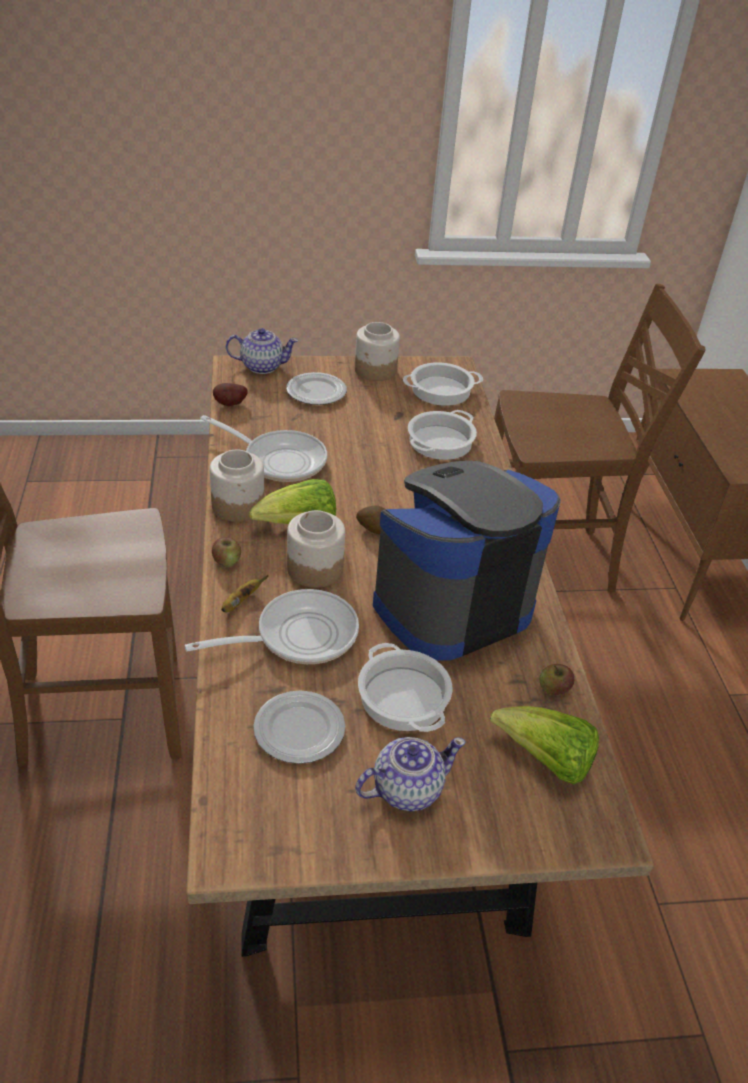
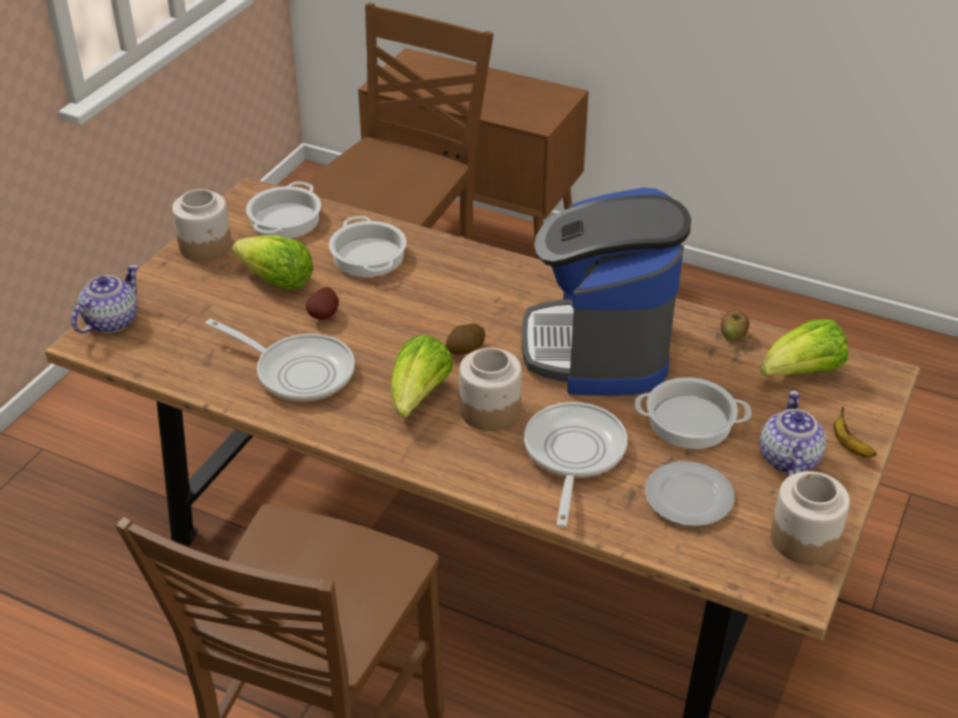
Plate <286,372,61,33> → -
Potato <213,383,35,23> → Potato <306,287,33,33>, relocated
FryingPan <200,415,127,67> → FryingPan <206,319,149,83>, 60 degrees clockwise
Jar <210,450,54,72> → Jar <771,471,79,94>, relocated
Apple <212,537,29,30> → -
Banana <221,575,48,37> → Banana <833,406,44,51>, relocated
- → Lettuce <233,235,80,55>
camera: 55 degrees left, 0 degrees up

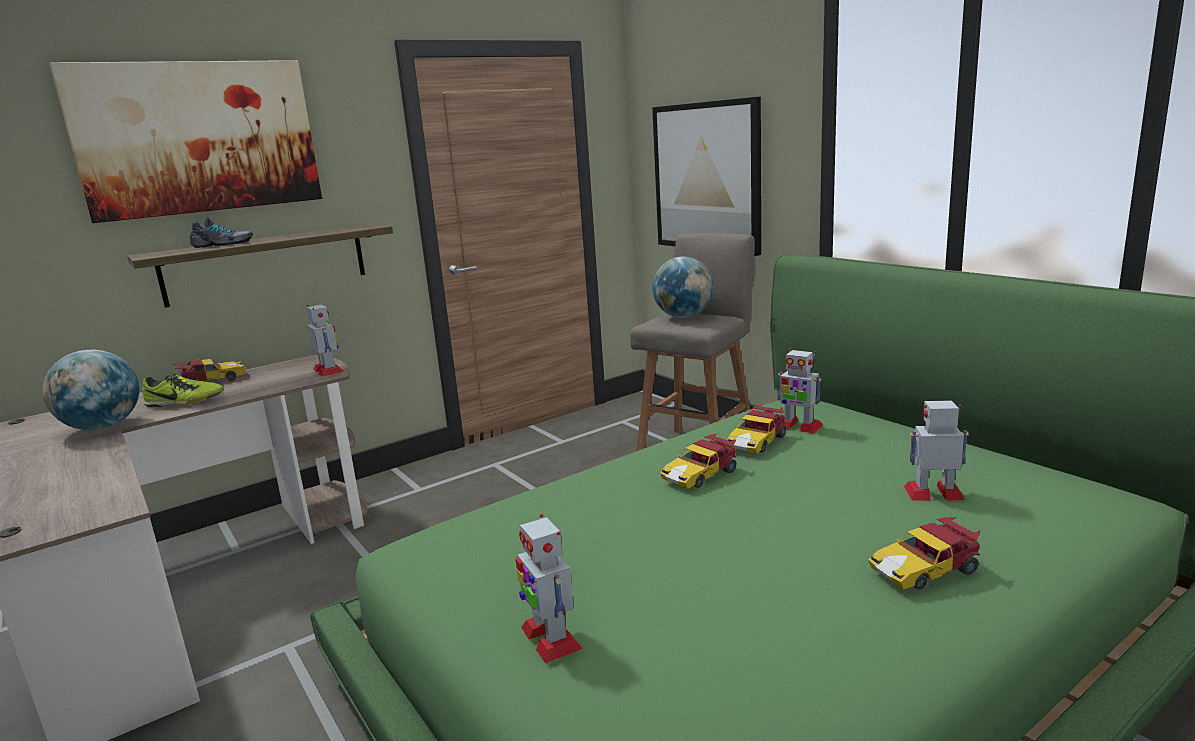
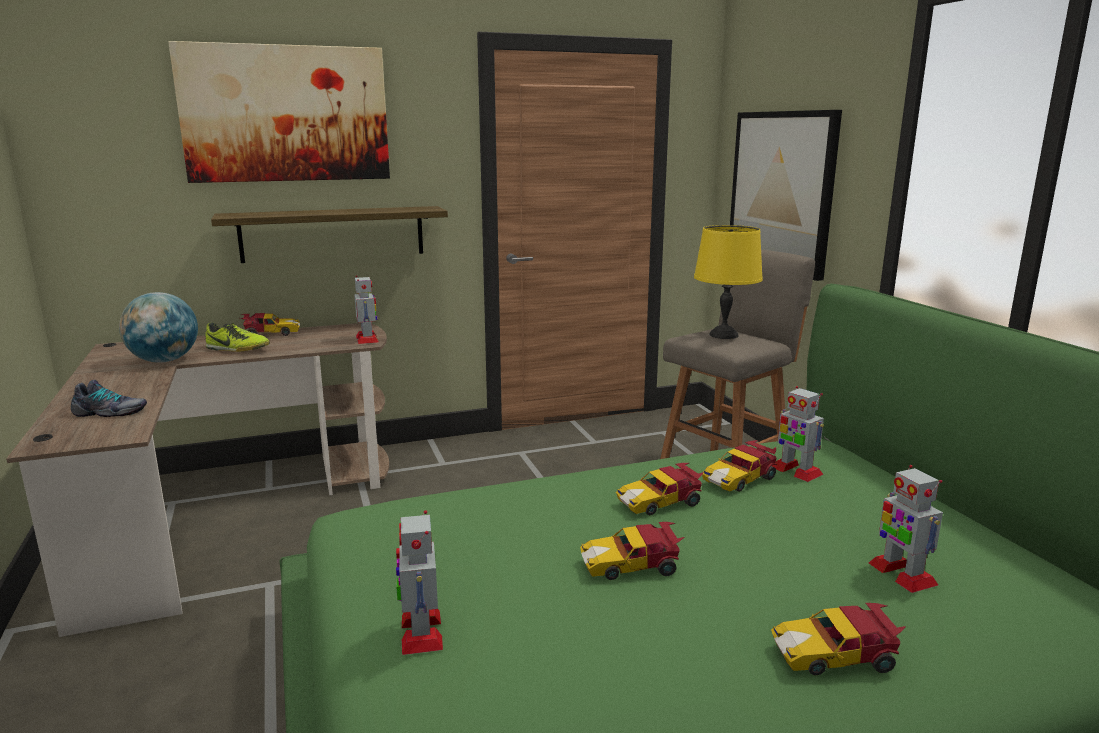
Shoe <190,217,63,31> → Shoe <71,380,76,37>, relocated
Globe <652,257,62,61> → YellowTableLamp <694,225,69,114>
ToyRobot <904,400,65,101> → ToyRobot <869,465,74,128>, 135 degrees counterclockwise
- → ToyCar <580,522,105,58>
camera: 15 degrees right, 0 degrees up

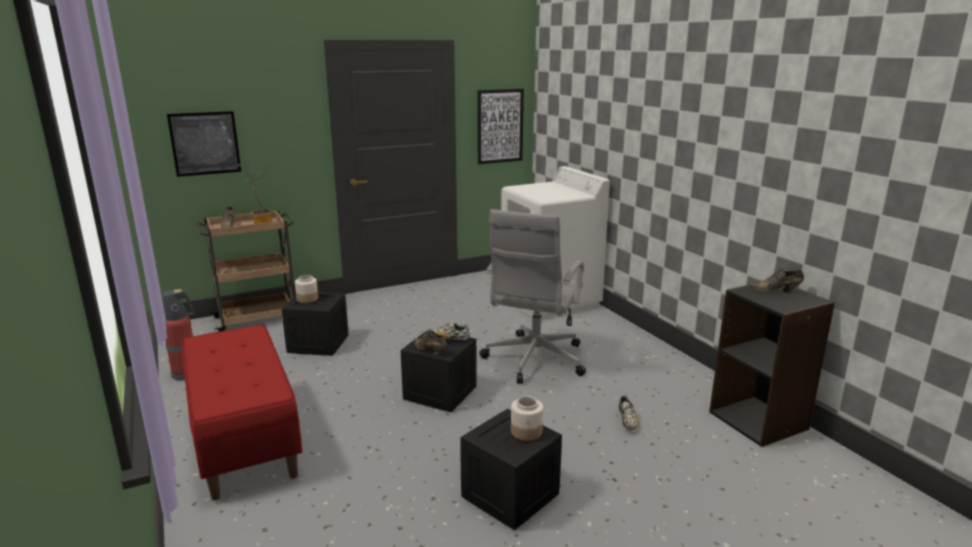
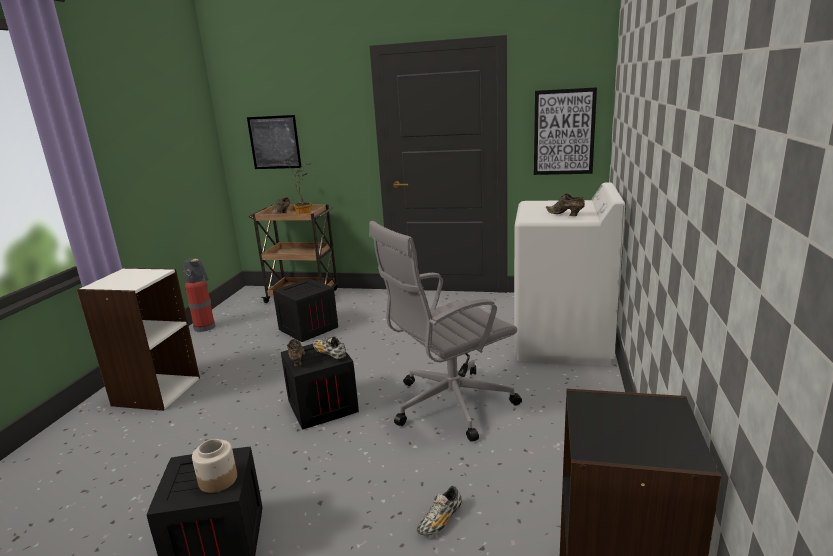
BrownShoe <750,268,54,25> → BrownShoe <546,193,39,23>, relocated
Jar <295,275,23,28> → -
RedBench <182,324,120,176> → WhiteBookcase <77,268,123,143>
camera: 40 degrees right, 0 degrees up

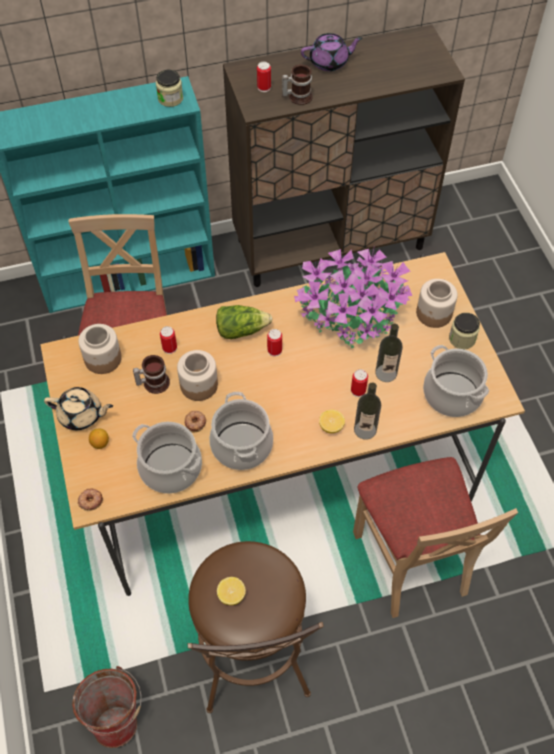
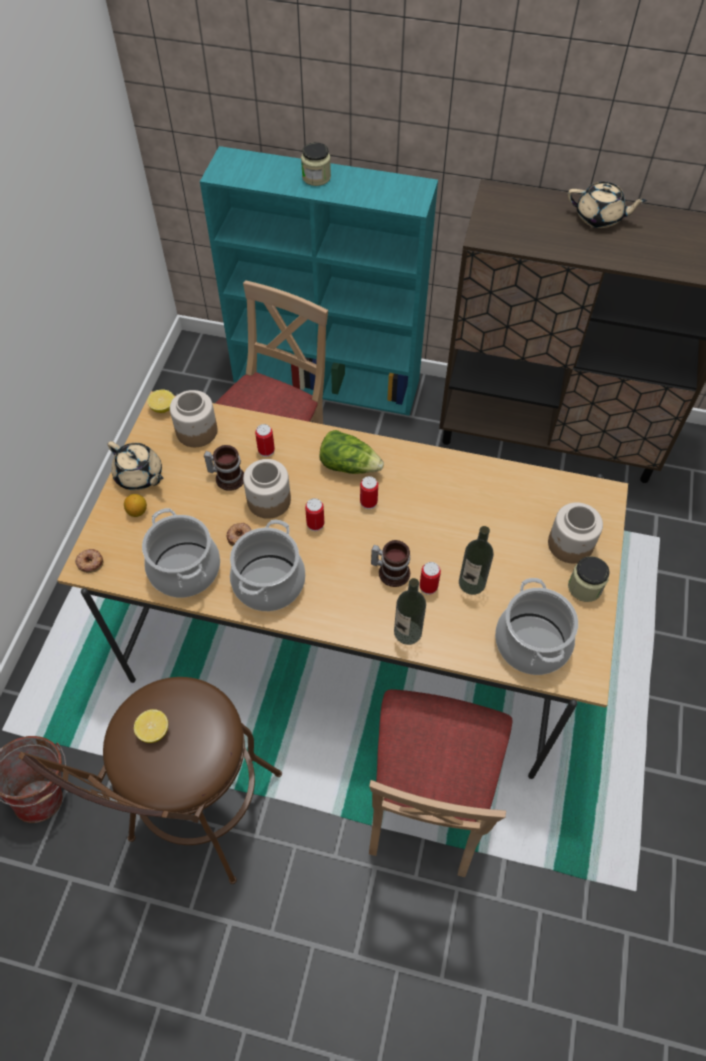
PurpleTeapot <301,33,61,38> → BeigeTeapot <568,182,79,46>
Can <257,62,14,30> → Can <305,498,19,33>, relocated
Mug <282,64,31,41> → Mug <371,540,39,47>, relocated
Jar <156,70,27,37> → Jar <301,142,30,44>, relocated
PottedPlant <294,245,118,103> → -
Lemon <319,410,26,23> → Lemon <147,390,27,23>, relocated
camera: 30 degrees right, 0 degrees up

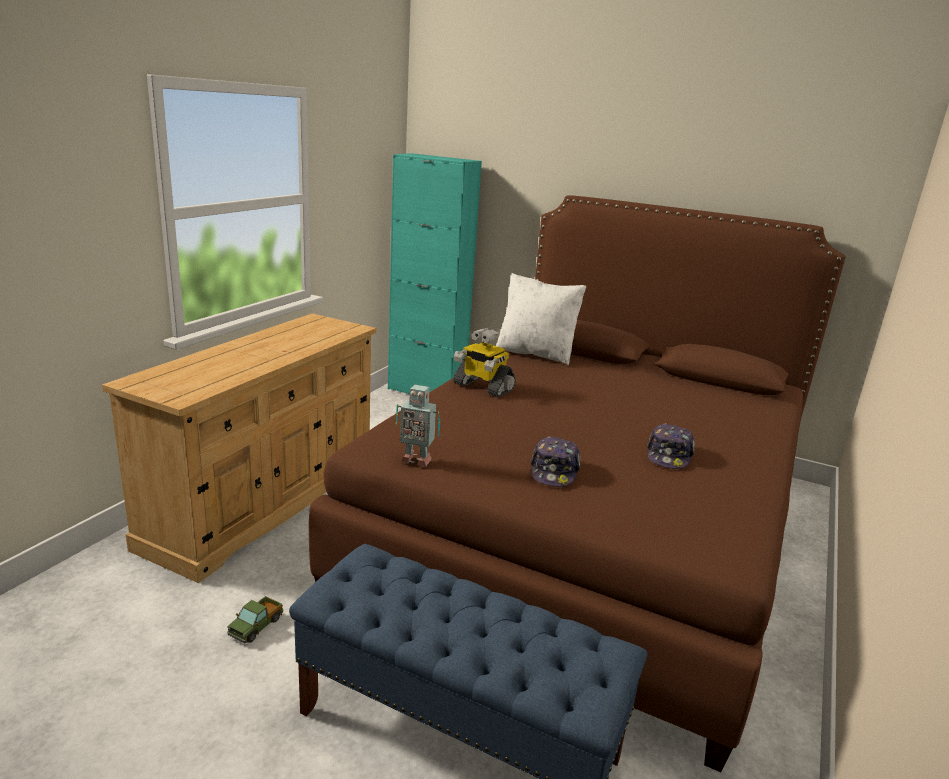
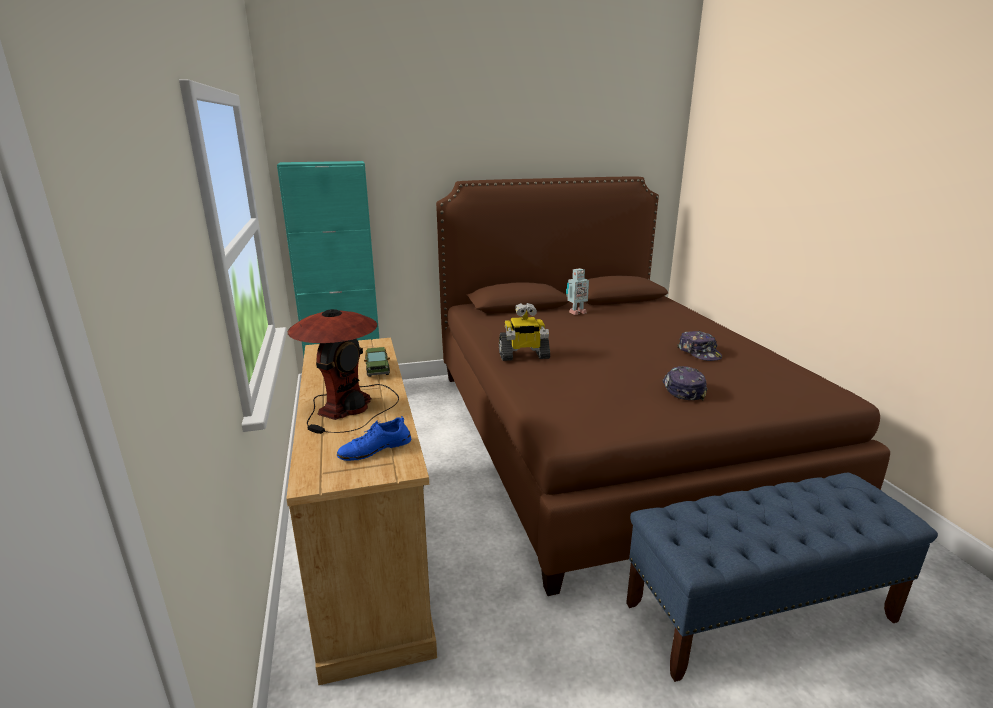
WhitePillow <496,273,90,93> → -
ToyRobot <396,385,44,82> → ToyRobot <566,268,23,47>, relocated
Cap <530,436,51,51> → Cap <663,366,44,34>, 150 degrees counterclockwise
ToyTruck <227,596,56,47> → ToyTruck <364,347,26,30>, relocated
- → TableLamp <288,309,111,125>
- → BlueShoe <337,416,74,45>
camera: 40 degrees left, 0 degrees up

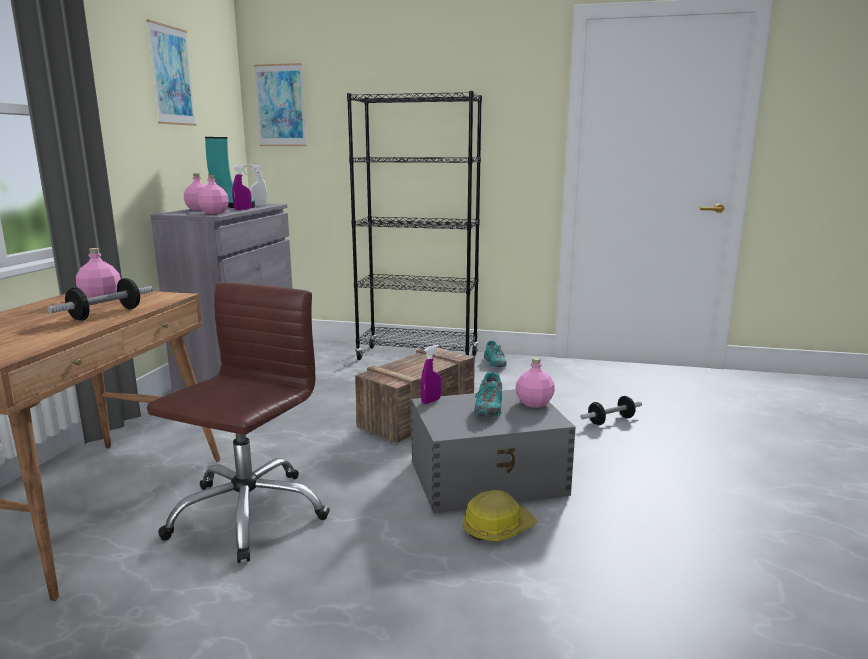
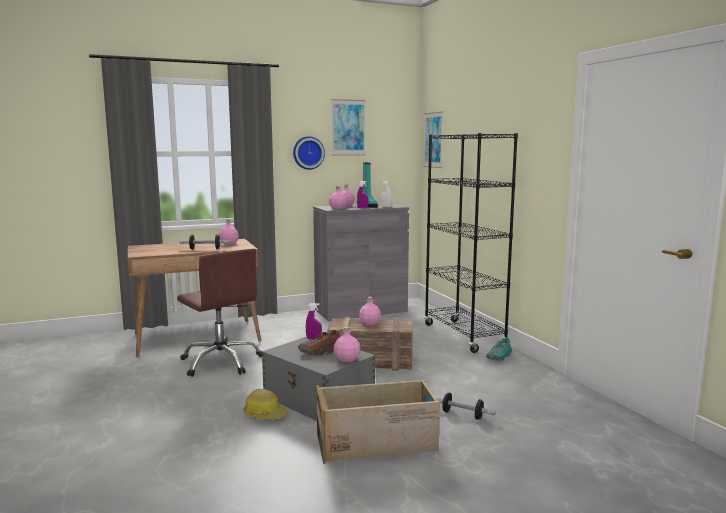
BrownOfficeChair <147,282,183,281> → BrownOfficeChair <177,249,85,128>, 60 degrees clockwise
TurquoiseShoe <474,372,28,45> → BrownShoe <298,330,42,26>
- → WallClock <293,136,32,34>
- → PinkBottle <359,297,22,29>
- → Crate <316,380,124,84>
camera: 55 degrees right, 5 degrees down

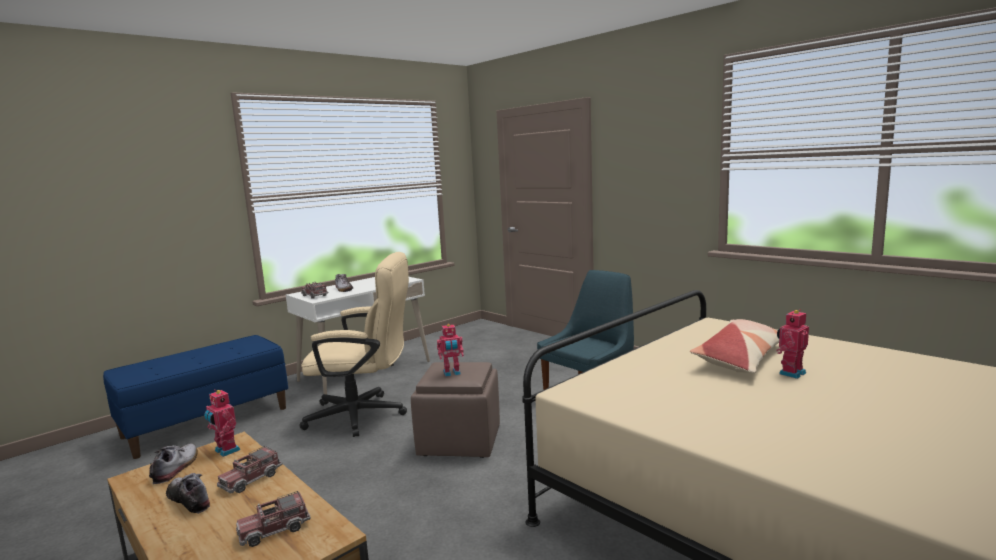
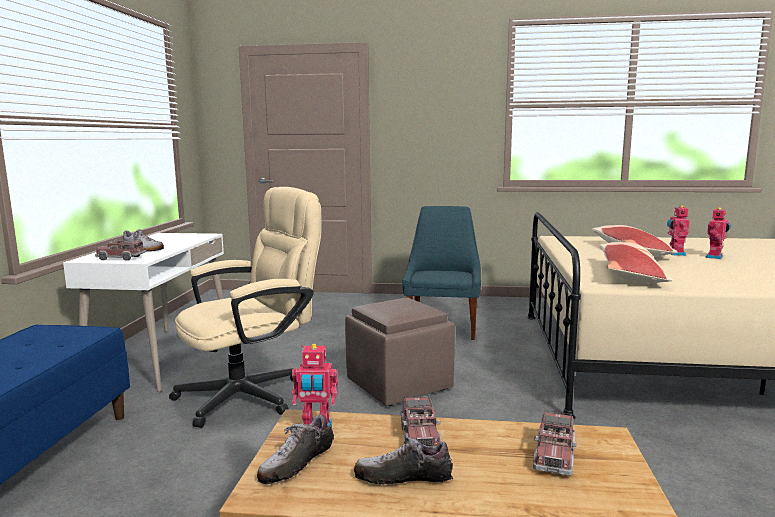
ToyRobot <437,324,27,53> → ToyRobot <705,207,26,52>, relocated
Shoe <149,443,49,41> → Shoe <257,415,77,69>, 105 degrees counterclockwise
- → Pillow <600,242,73,42>
camera: 40 degrees left, 0 degrees up

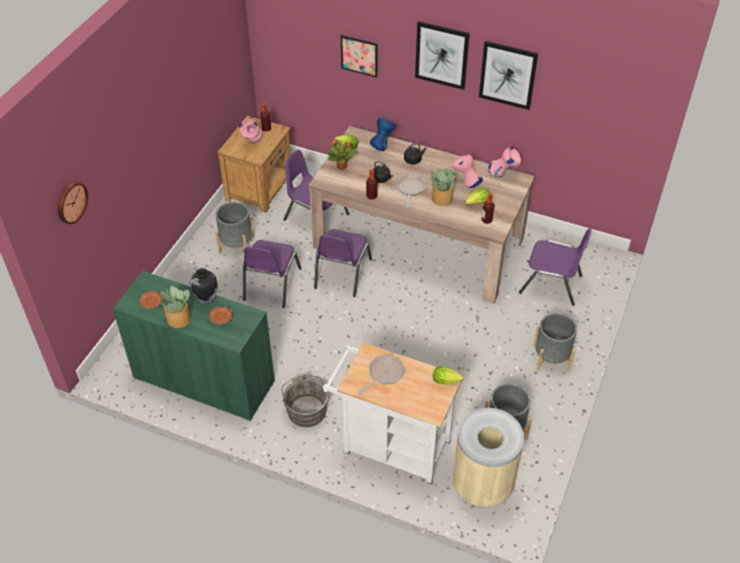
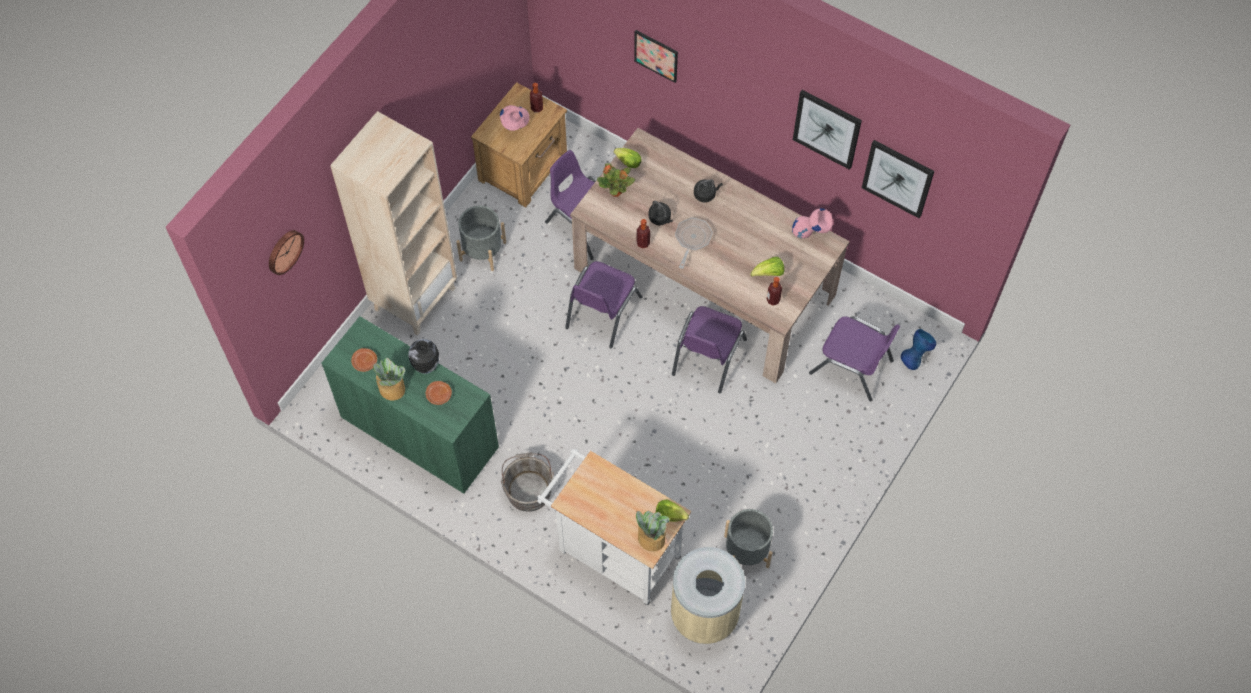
Picture <415,21,55,69> → Picture <862,140,72,78>, relocated
BlueVase <370,117,26,34> → BlueVase <901,329,35,41>, relocated
PinkVase <452,154,31,34> → -
PottedPlant <430,168,26,38> → PottedPlant <636,510,33,42>, relocated
PurpleChair <243,240,59,68> → PurpleChair <672,306,75,88>, relocated
GreyPlanter <533,313,44,59> → -
FryingPan <357,355,48,40> → -
- → BeigeBookcase <330,111,127,225>
camera: 10 degrees right, 15 degrees up

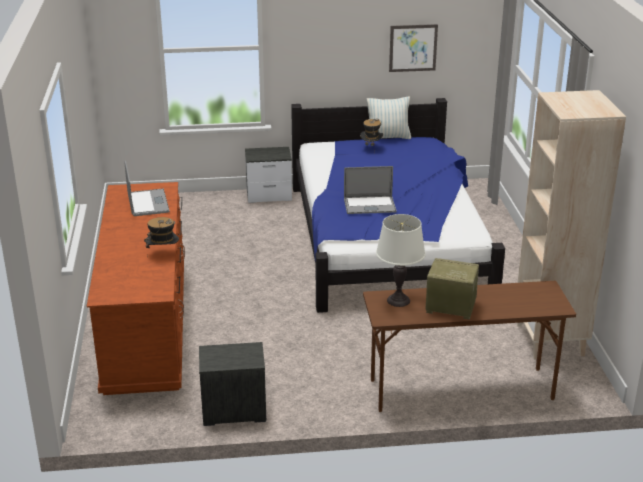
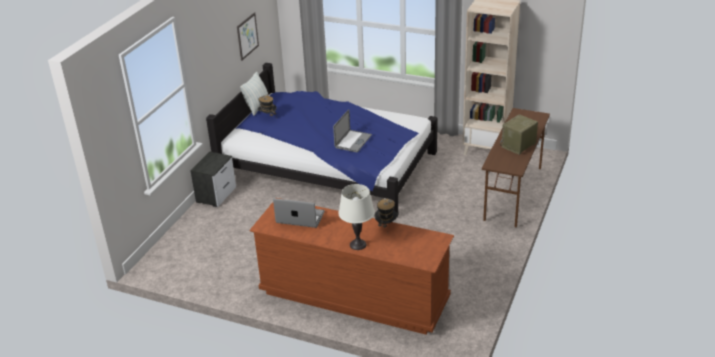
WhiteTableLamp <376,214,50,93> → WhiteTableLamp <338,184,37,66>, relocated
Nightstand <199,342,67,84> → -
camera: 60 degrees left, 5 degrees up

